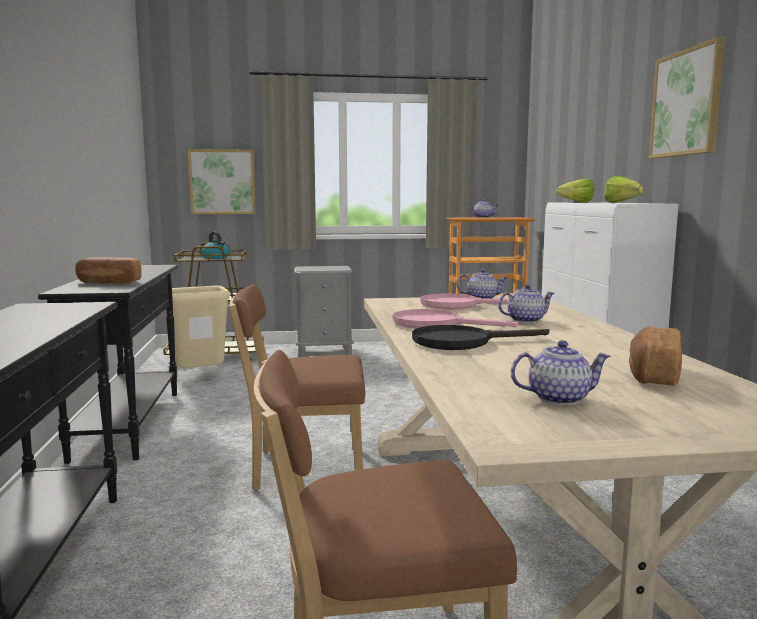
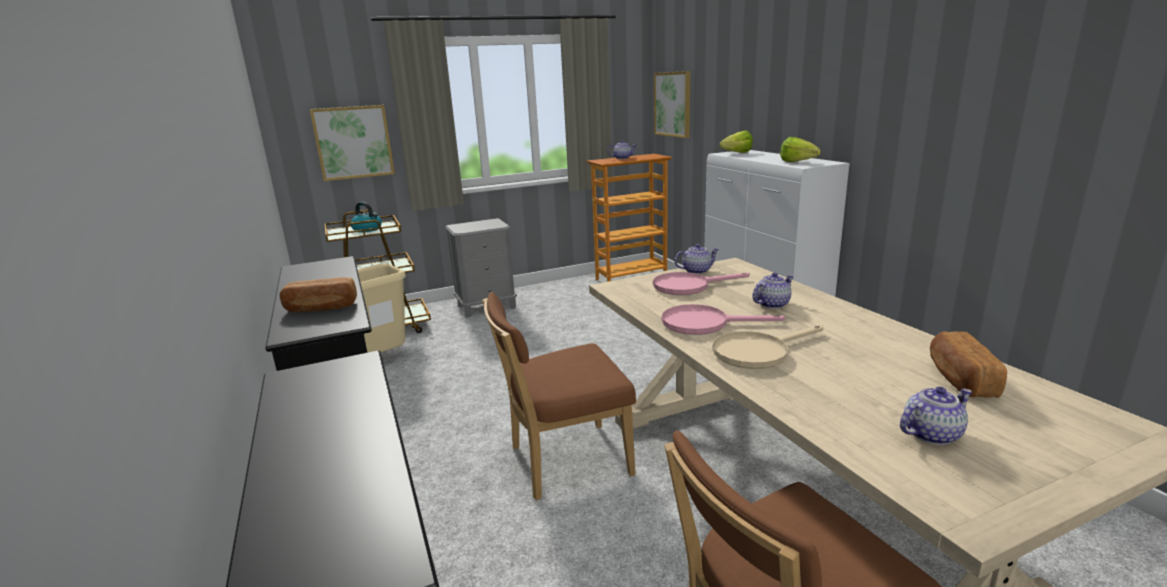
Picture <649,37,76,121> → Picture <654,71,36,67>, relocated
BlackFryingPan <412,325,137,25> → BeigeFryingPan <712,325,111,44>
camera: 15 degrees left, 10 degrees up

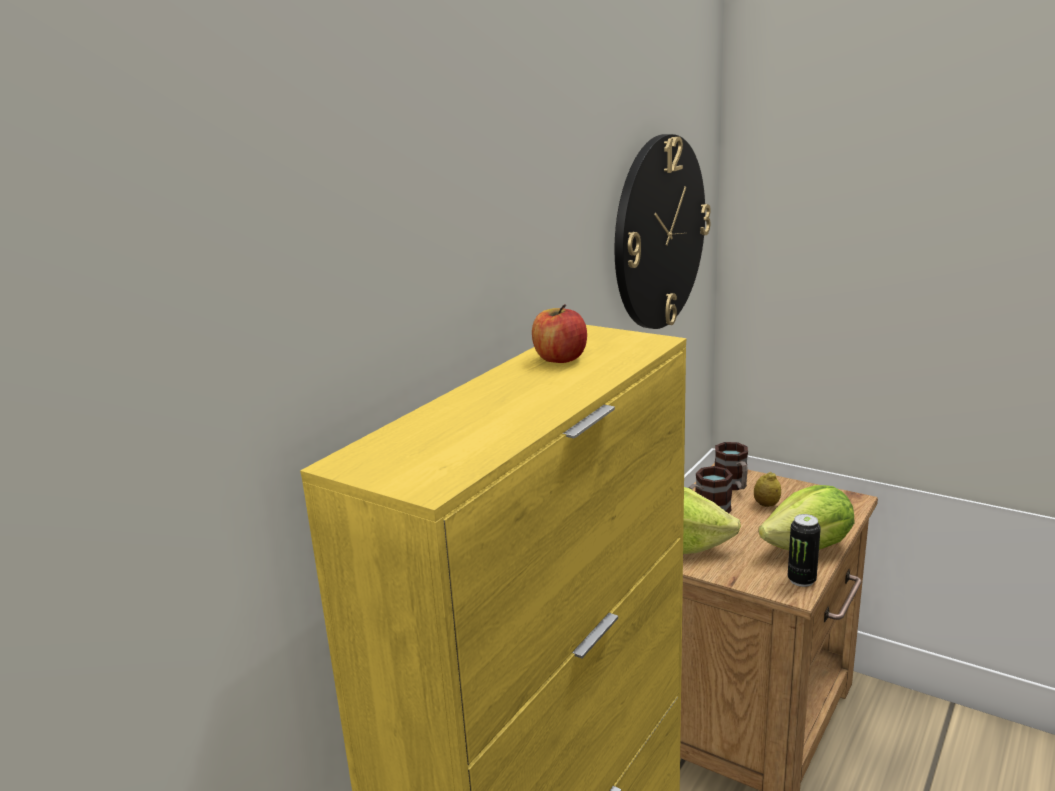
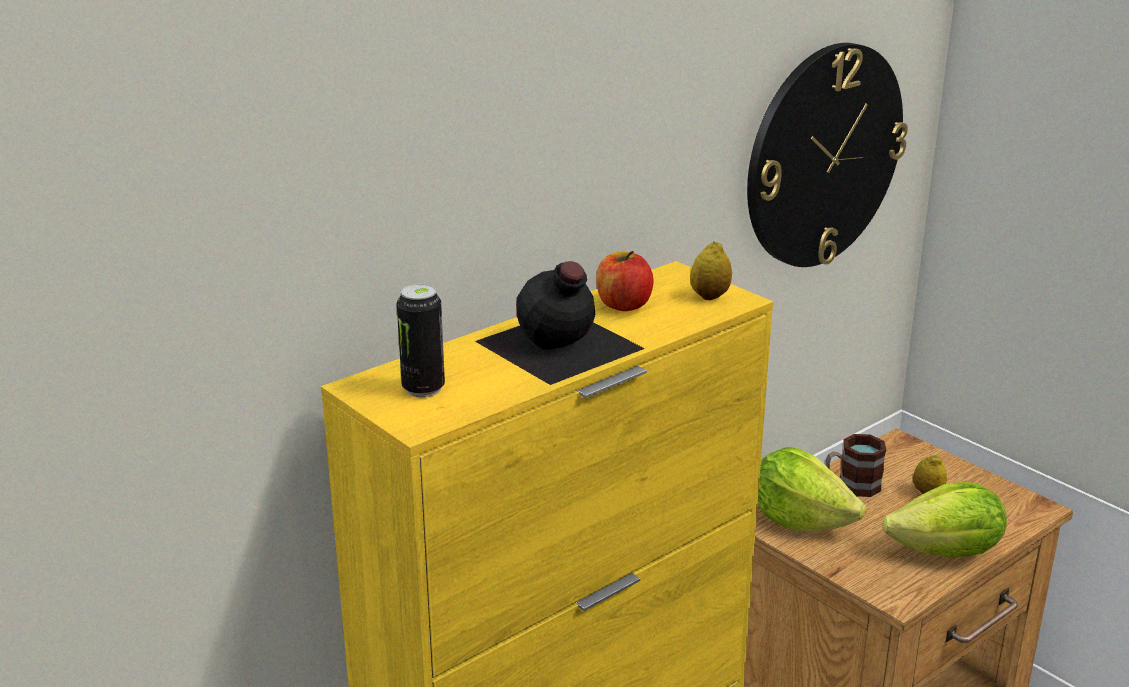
Mug <715,442,33,48> → -
Can <788,514,33,73> → Can <397,284,48,113>, relocated
- → Lemon <690,241,42,59>
- → BlackBottle <475,261,170,124>
camera: 15 degrees right, 5 degrees up

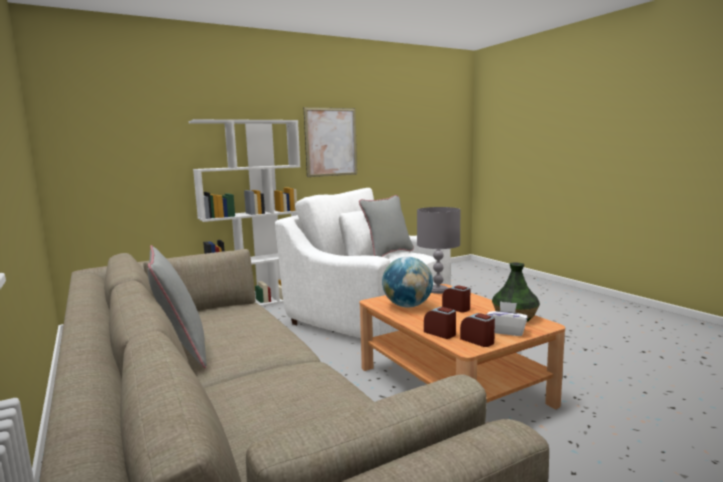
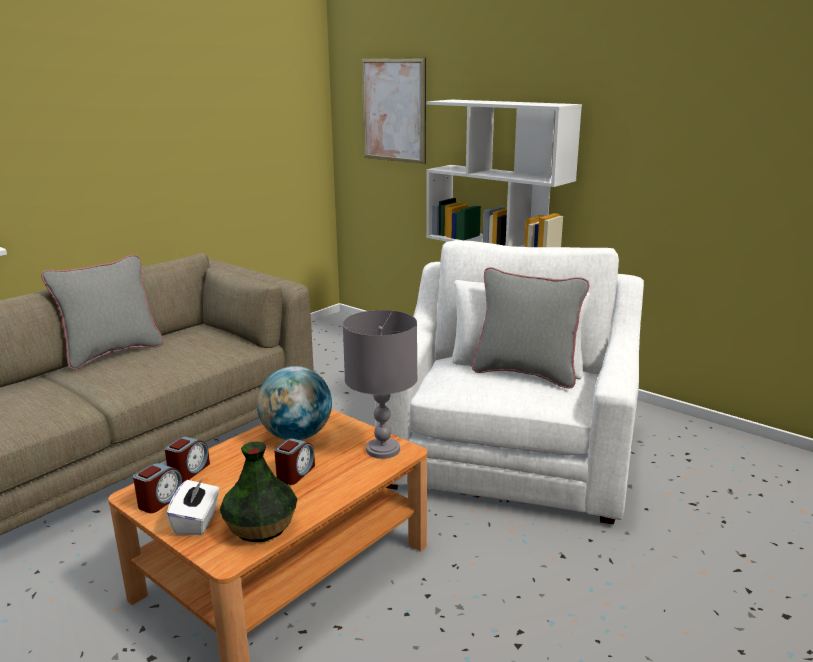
Picture <304,107,53,70> → Picture <361,58,65,106>, relocated
camera: 70 degrees right, 10 degrees up

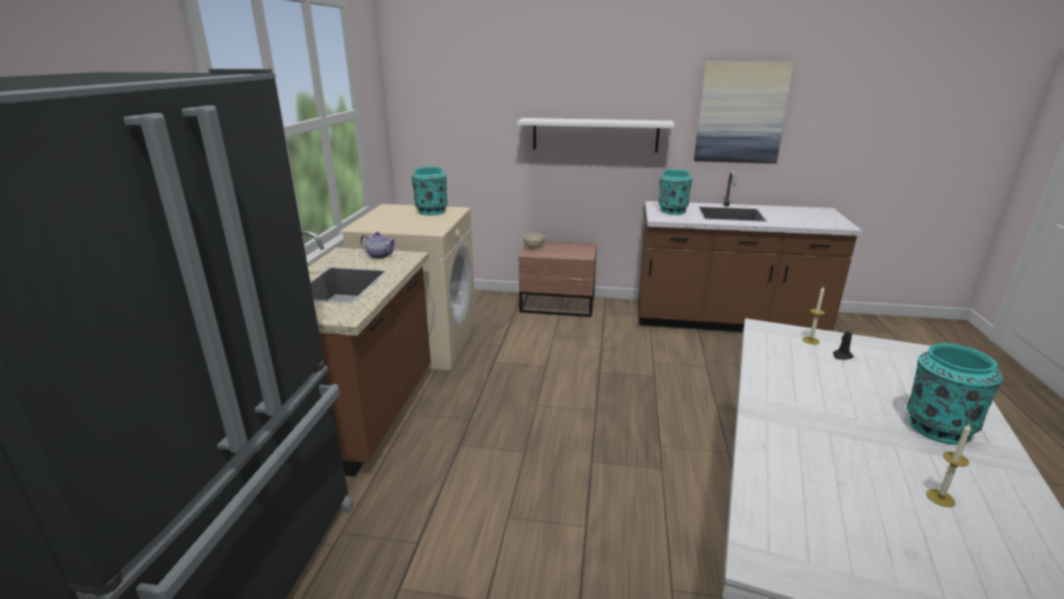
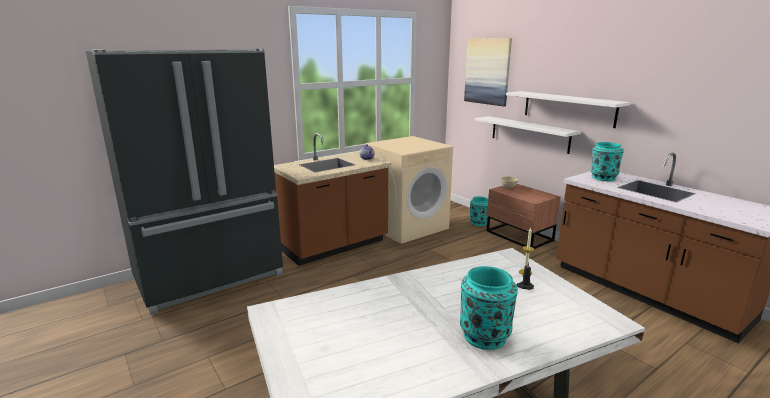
Picture <694,61,100,103> → Picture <464,38,48,69>, relocated
TurquoiseVase <411,167,37,48> → TurquoiseVase <470,196,18,30>, relocated
Candle <926,424,45,83> → -
- → WhiteShelf <474,116,107,38>
camera: 45 degrees right, 5 degrees down

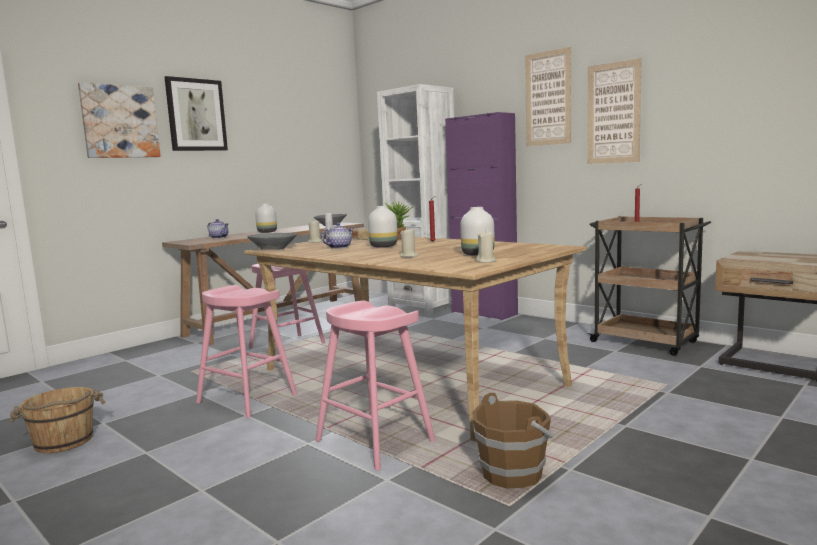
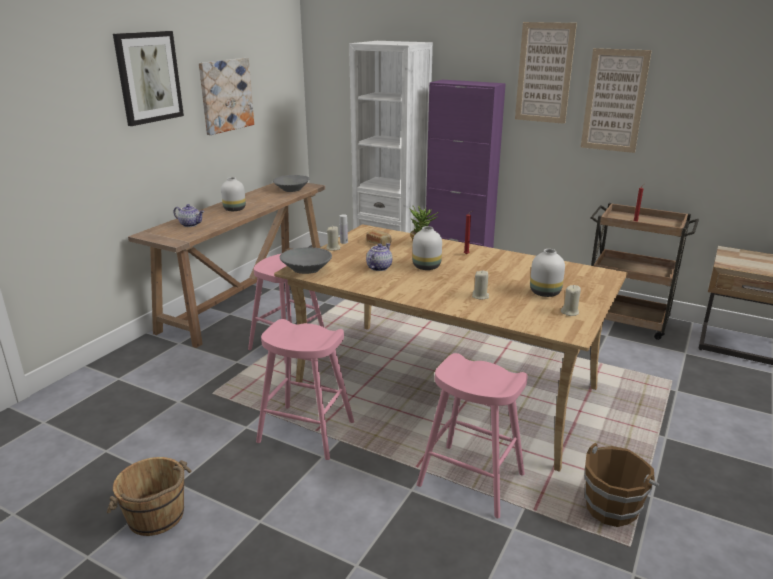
Picture <78,82,83,76> → Picture <199,58,55,77>, relocated
camera: 15 degrees left, 15 degrees up

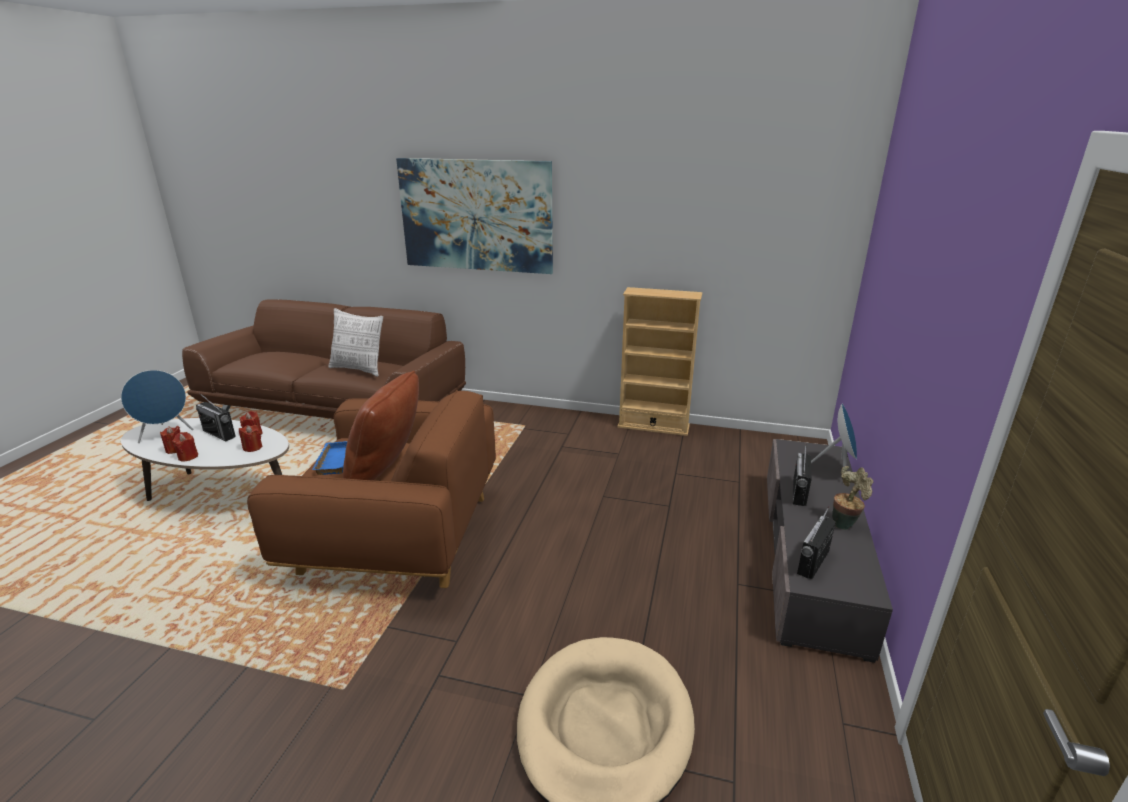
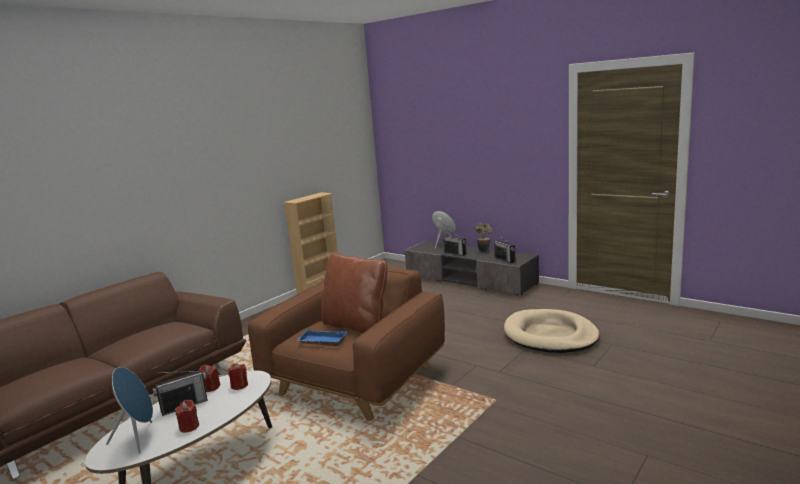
Picture <396,158,157,116> → -
Pillow <328,308,55,69> → -
RedCandle <172,432,26,29> → -
camera: 65 degrees left, 10 degrees down

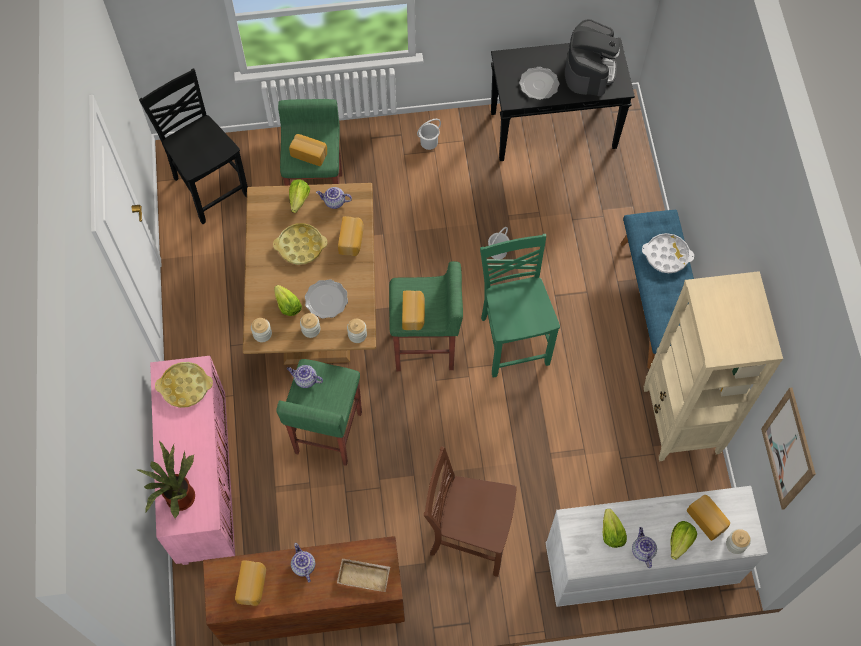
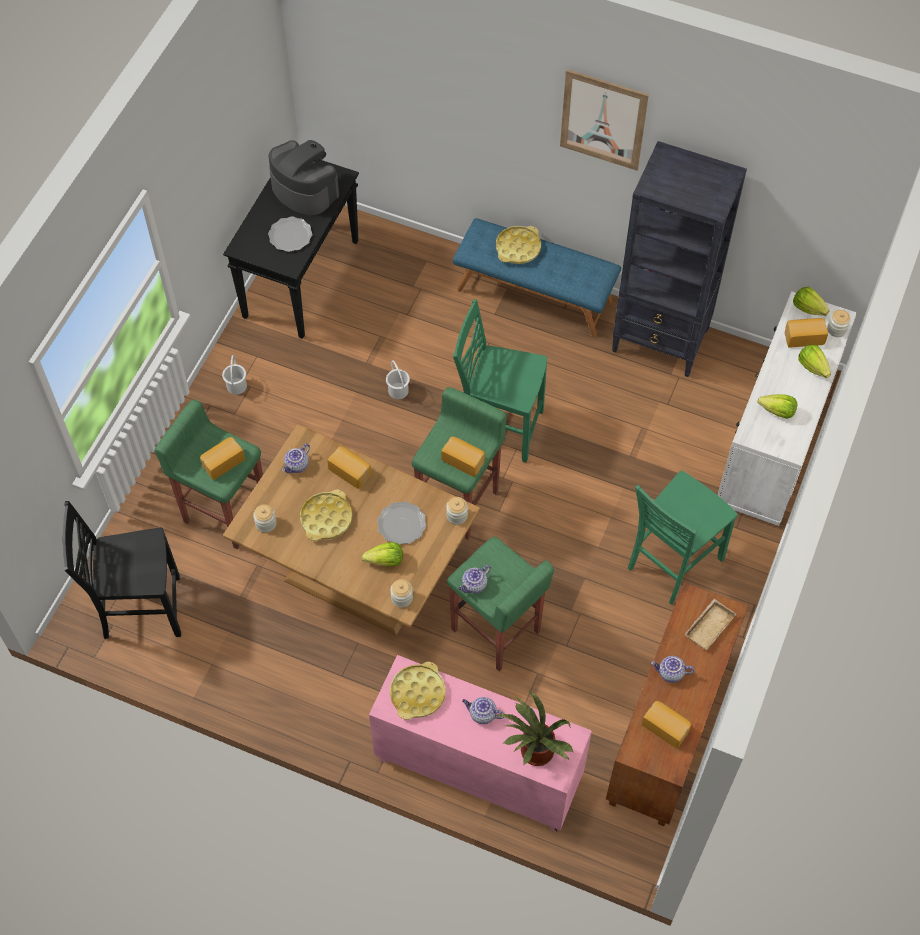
Lettuce <289,179,21,34> → Lettuce <793,287,36,29>, relocated
WhiteTray <642,233,52,40> → YellowTray <496,226,45,38>
BeigeBookcase <643,271,140,190> → BlackBookcase <612,141,135,236>
Jar <300,313,20,25> → Jar <253,504,24,29>, relocated
Picture <761,387,55,123> → Picture <560,69,89,101>, relocated
BrownChair <424,446,93,131> → GreenChair <628,471,110,133>
Teapot <632,527,25,41> → Teapot <462,697,42,27>, relocated
camera: 60 degrees left, 5 degrees down

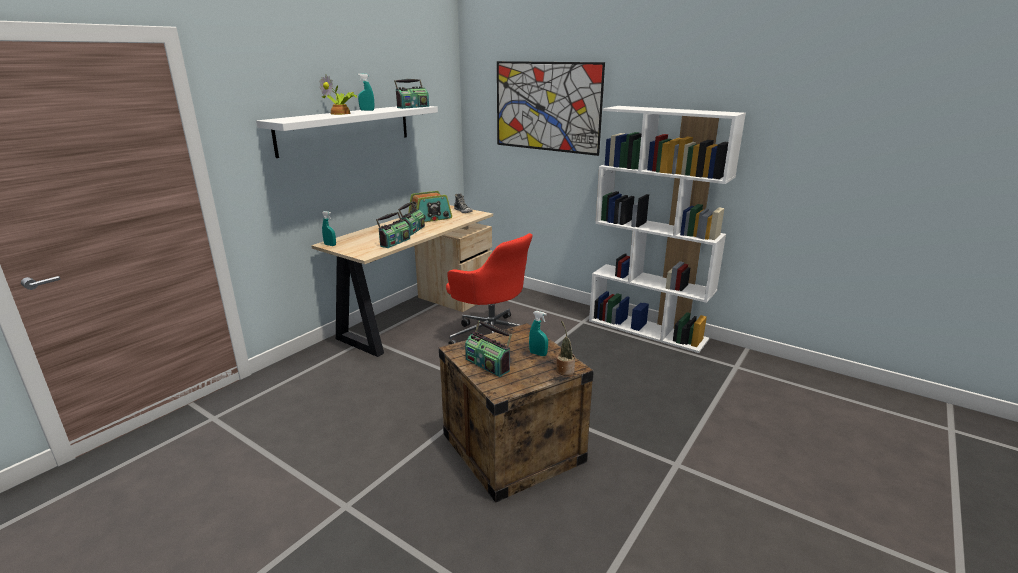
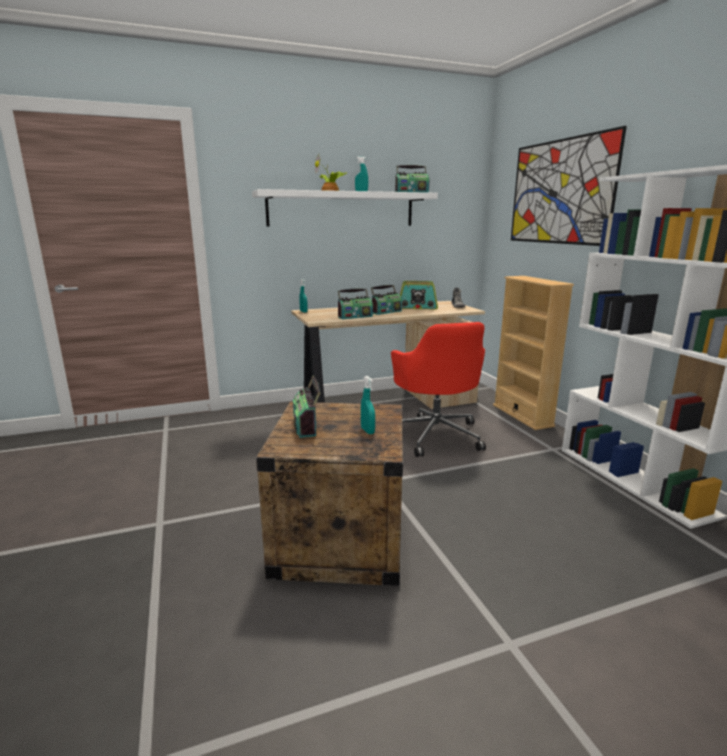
PottedPlant <556,321,19,55> → -
- → BeigeBookcase <493,276,81,154>
camera: 35 degrees right, 5 degrees down

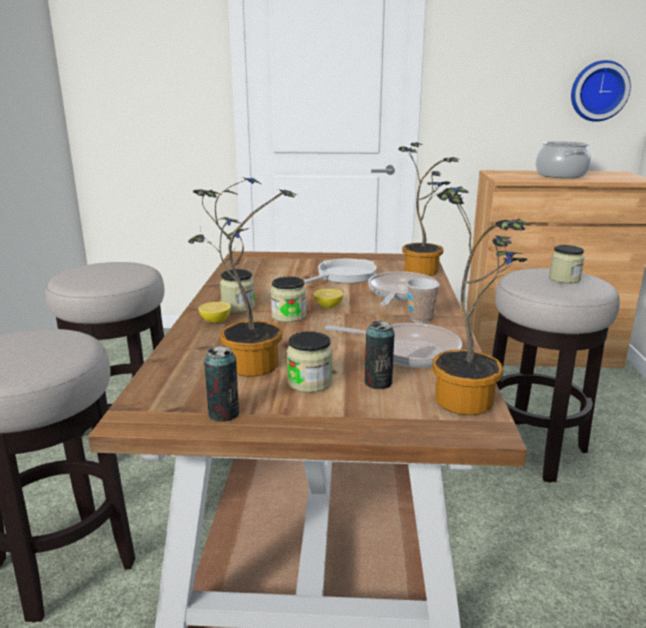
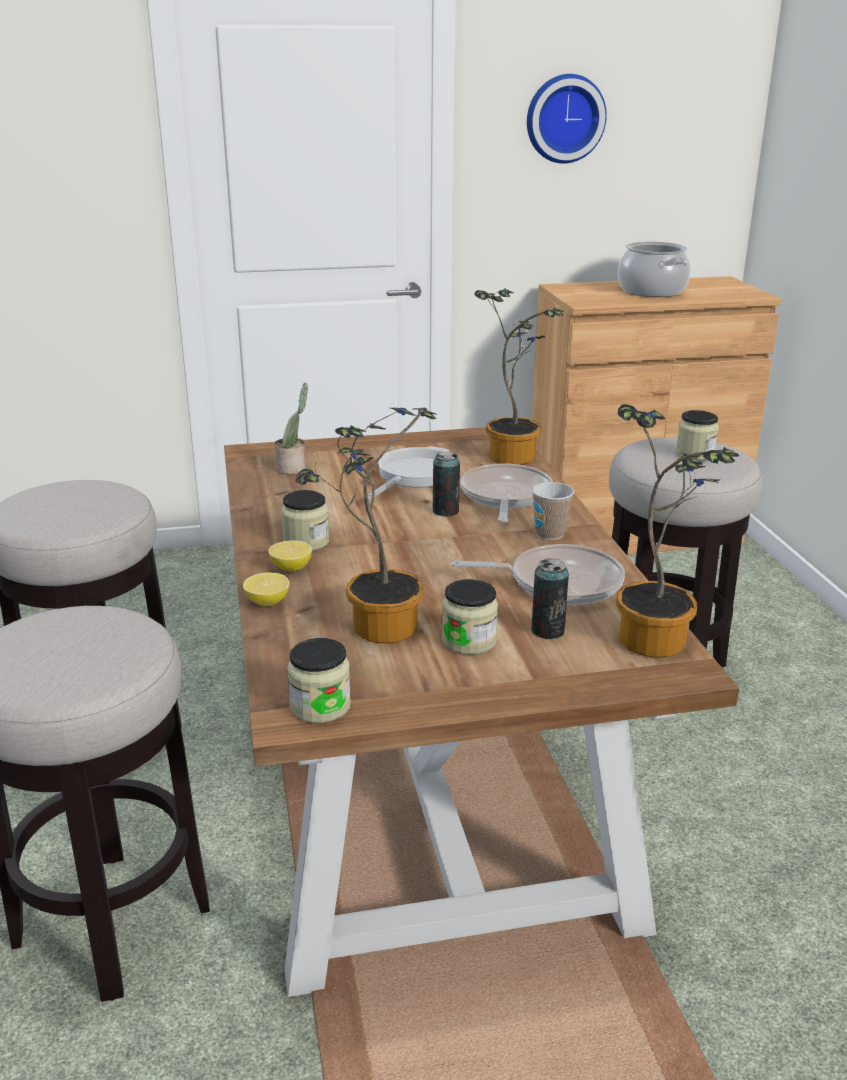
WallClock <571,60,60,62> → WallClock <527,74,80,90>, relocated
Jar <271,277,35,45> → Jar <287,638,64,85>, relocated
Lemon <314,289,30,19> → Lemon <243,572,47,34>, relocated
Can <204,346,35,76> → Can <432,452,28,65>, relocated
- → PottedPlant <274,383,34,92>
camera: 15 degrees left, 5 degrees up

